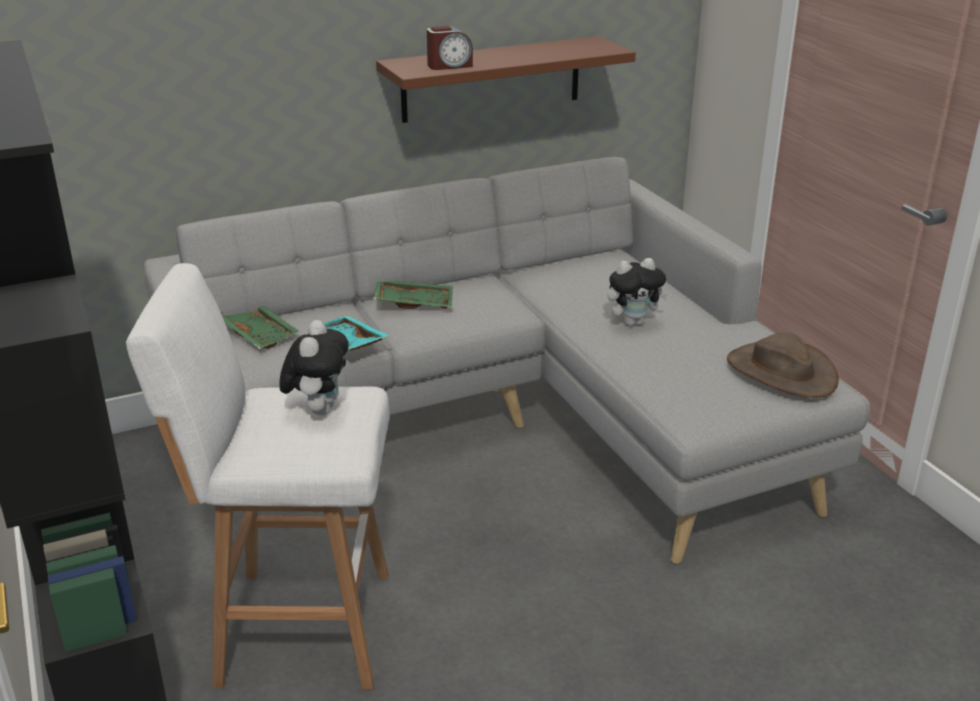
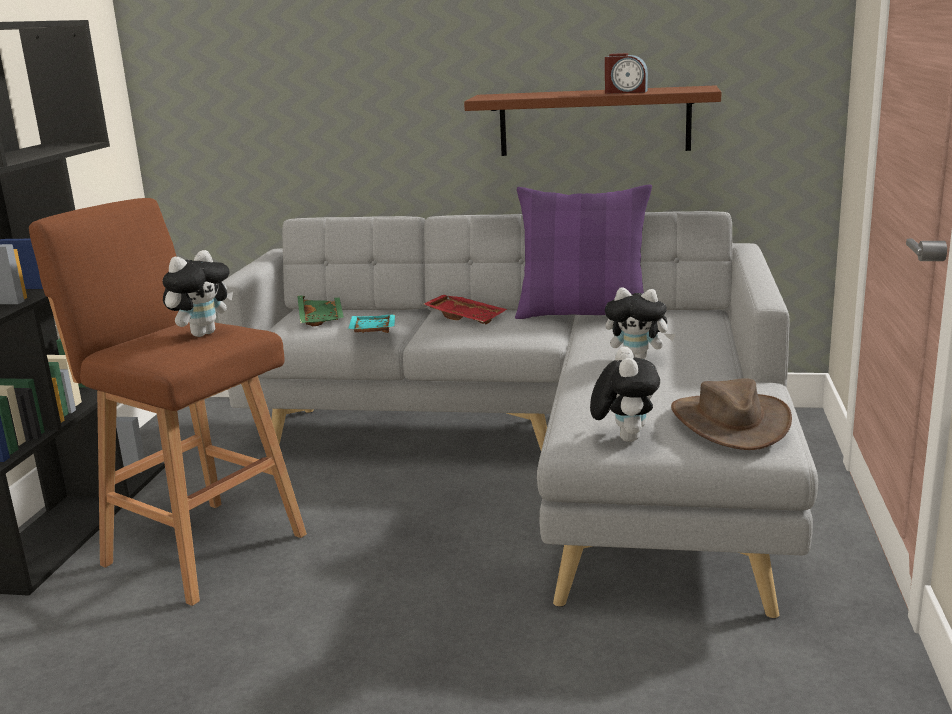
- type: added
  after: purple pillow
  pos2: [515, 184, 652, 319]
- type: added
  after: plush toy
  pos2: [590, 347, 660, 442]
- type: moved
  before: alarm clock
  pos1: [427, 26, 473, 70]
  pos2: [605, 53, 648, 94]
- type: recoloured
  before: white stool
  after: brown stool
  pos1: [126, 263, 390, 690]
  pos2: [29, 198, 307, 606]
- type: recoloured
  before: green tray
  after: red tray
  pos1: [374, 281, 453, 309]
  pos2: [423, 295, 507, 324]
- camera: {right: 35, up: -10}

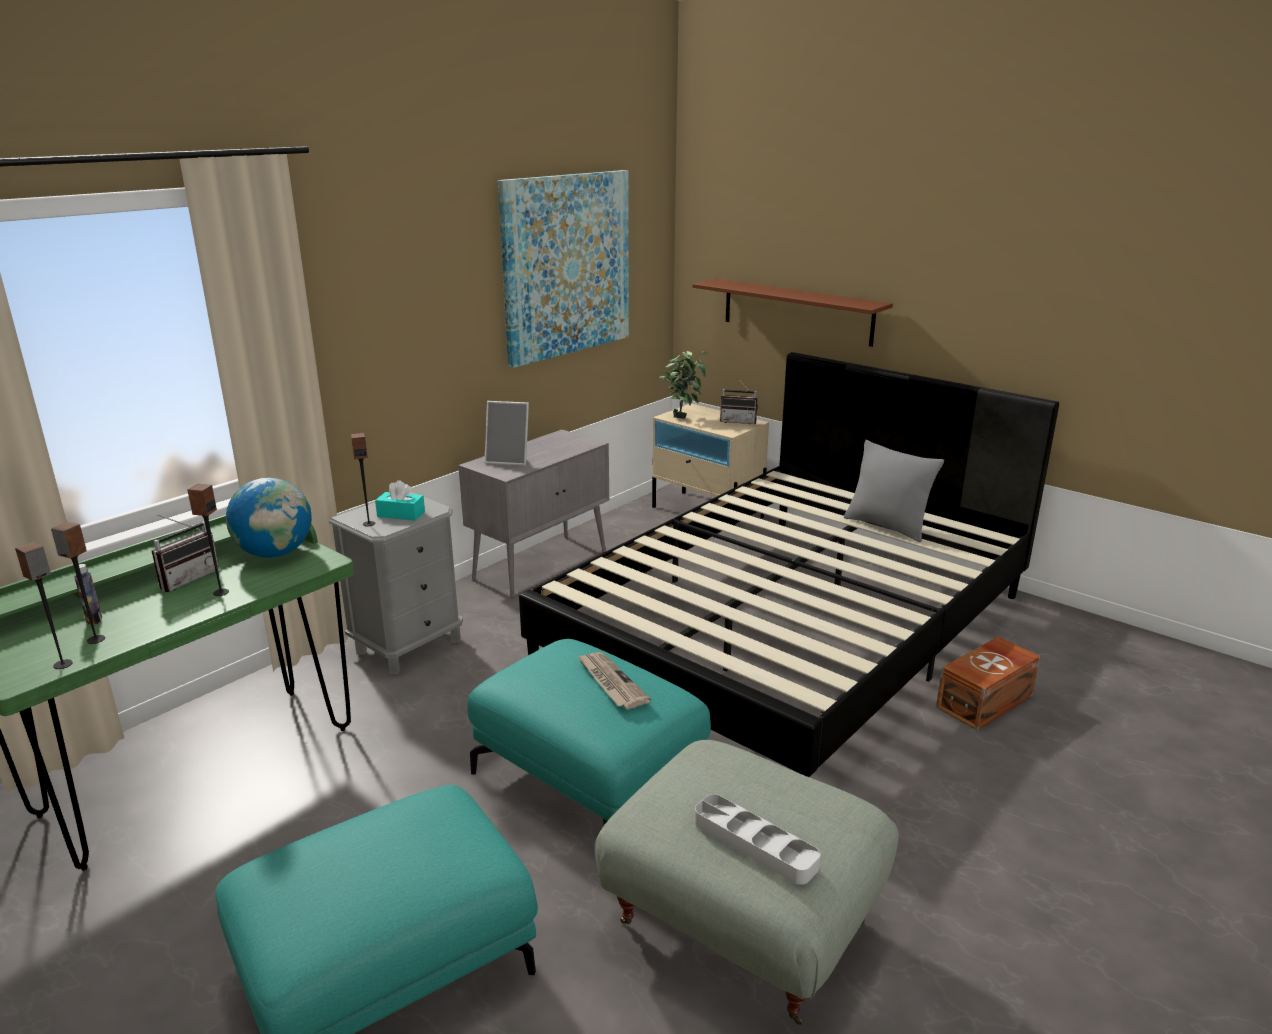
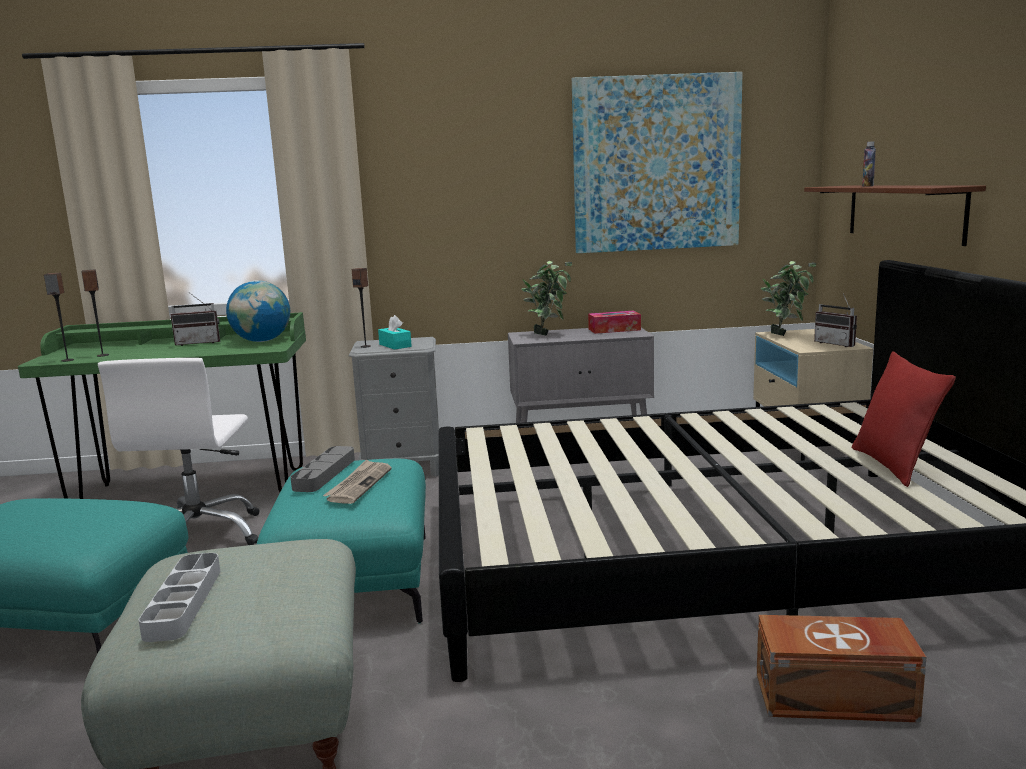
- type: removed
  before: speaker
  pos1: [187, 484, 229, 596]
- type: added
  after: white office chair
  pos2: [98, 358, 259, 545]
- type: added
  after: grey tray
  pos2: [290, 446, 355, 492]
- type: added
  after: tissue box
  pos2: [588, 311, 641, 334]
- type: moved
  before: bottle
  pos1: [74, 564, 102, 625]
  pos2: [862, 141, 876, 187]
- type: replaced
  before: picture frame
  after: potted plant
  pos1: [484, 401, 529, 466]
  pos2: [522, 261, 572, 336]
- type: recoloured
  before: grey pillow
  after: red pillow
  pos1: [844, 440, 944, 542]
  pos2: [852, 351, 956, 487]
- camera: {right: 45, up: -10}

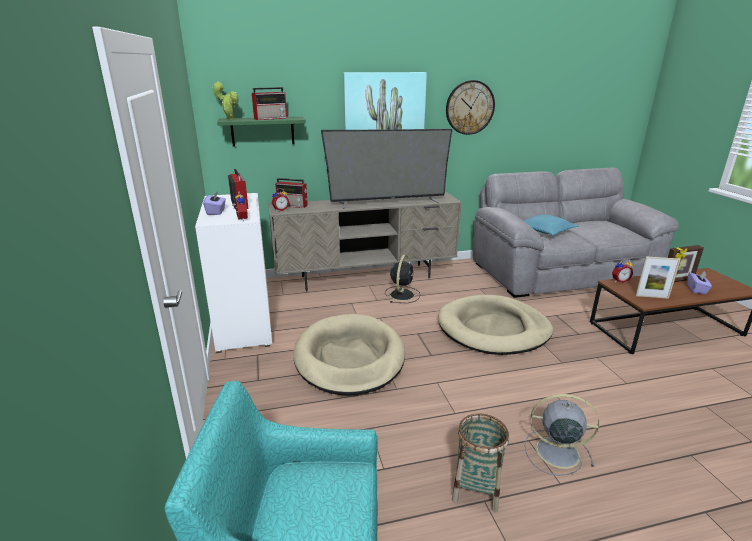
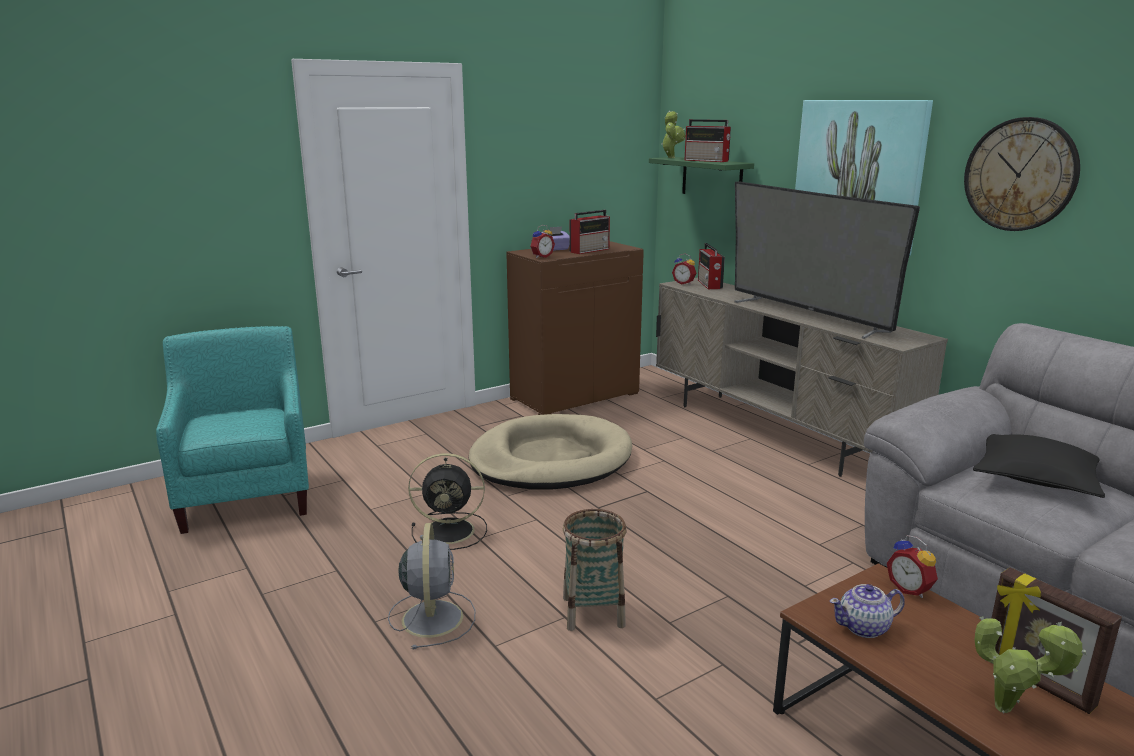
- type: removed
  before: beige dog bed
  pos1: [438, 295, 553, 355]
- type: moved
  before: black fan
  pos1: [385, 255, 420, 303]
  pos2: [408, 453, 487, 550]
- type: moved
  before: basket
  pos1: [452, 413, 509, 512]
  pos2: [563, 509, 626, 631]
- type: replaced
  before: picture frame
  after: teapot
  pos1: [636, 256, 680, 299]
  pos2: [830, 584, 905, 638]
- type: replaced
  before: purple tissue box
  after: potted plant
  pos1: [687, 272, 712, 294]
  pos2: [975, 616, 1087, 713]
- type: recoloured
  before: white cabinet
  after: brown cabinet
  pos1: [195, 193, 272, 353]
  pos2: [506, 241, 644, 415]
- type: recoloured
  before: turquoise pillow
  after: black pillow
  pos1: [524, 215, 579, 236]
  pos2: [973, 434, 1105, 498]
- camera: {right: 70, up: -5}

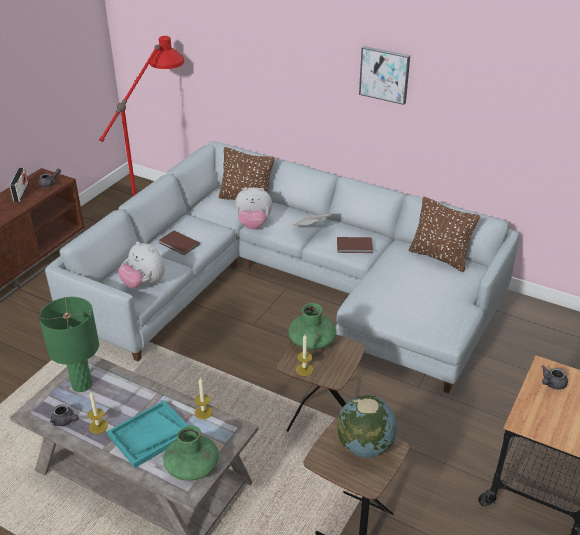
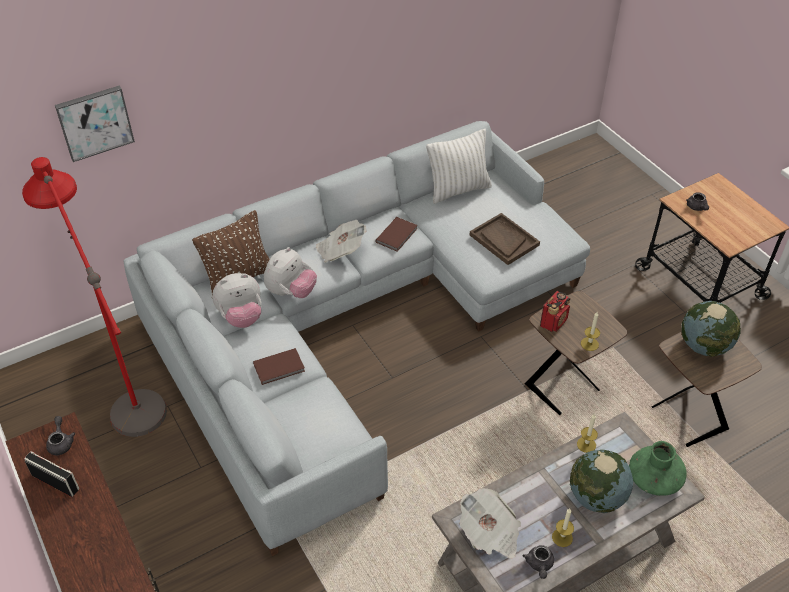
- type: added
  after: brown tray
  pos2: [470, 213, 540, 265]
- type: moved
  before: plush toy
  pos1: [118, 242, 165, 289]
  pos2: [212, 273, 261, 328]
- type: moved
  before: picture
  pos1: [359, 46, 410, 105]
  pos2: [55, 86, 135, 162]
- type: replaced
  before: green table lamp
  after: newspaper
  pos1: [39, 297, 99, 392]
  pos2: [459, 488, 521, 558]
- type: replaced
  before: turquoise tray
  after: globe
  pos1: [107, 400, 188, 468]
  pos2: [570, 450, 633, 513]
- type: replaced
  before: green vase
  after: radio
  pos1: [288, 303, 337, 350]
  pos2: [540, 291, 570, 332]
- type: recoloured
  before: brown pillow
  after: white pillow
  pos1: [409, 197, 480, 272]
  pos2: [426, 129, 492, 204]
- type: turned
  before: grey teapot
  pos1: [50, 404, 79, 426]
  pos2: [523, 545, 554, 579]
  turn: 120
- camera: {right: -60, up: 10}

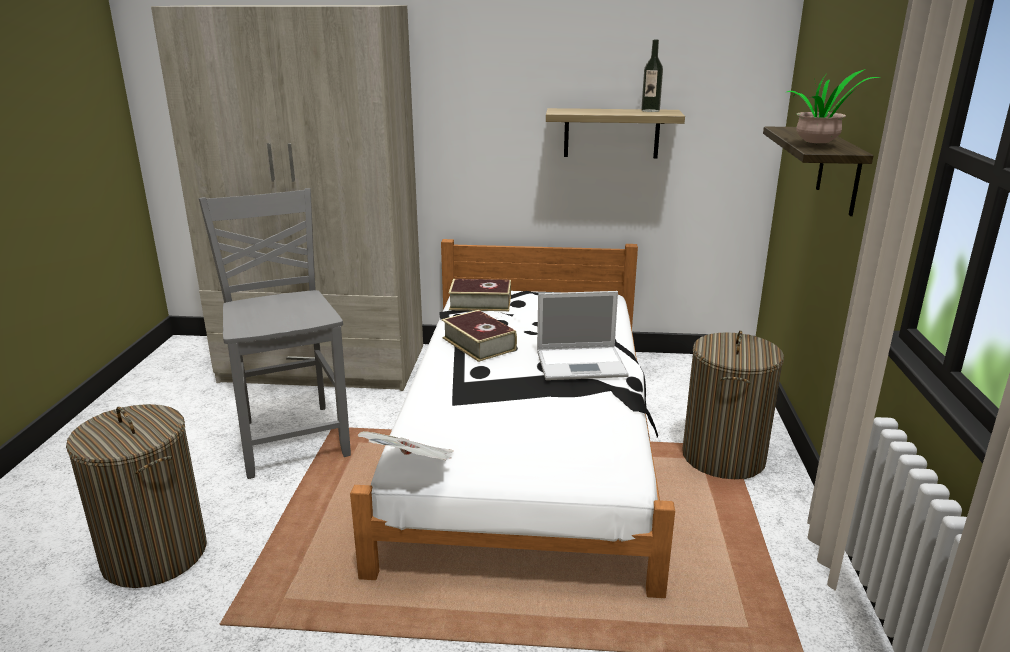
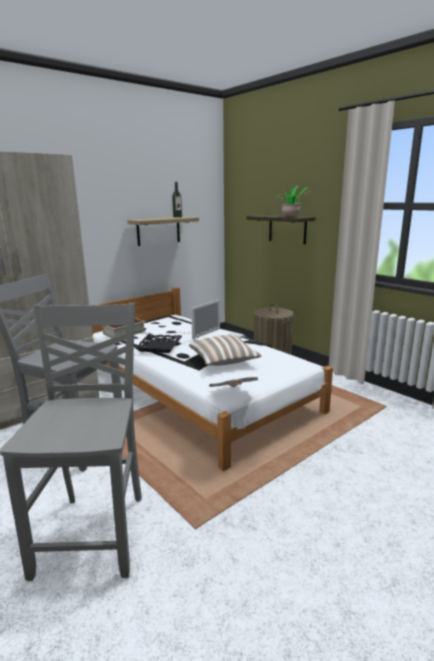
- type: added
  after: pillow
  pos2: [189, 335, 261, 366]
- type: replaced
  before: laundry basket
  after: grey chair
  pos1: [66, 404, 207, 588]
  pos2: [0, 303, 142, 581]
- type: replaced
  before: book
  after: black tray
  pos1: [442, 310, 517, 362]
  pos2: [135, 334, 182, 353]
- camera: {right: -45, up: -5}

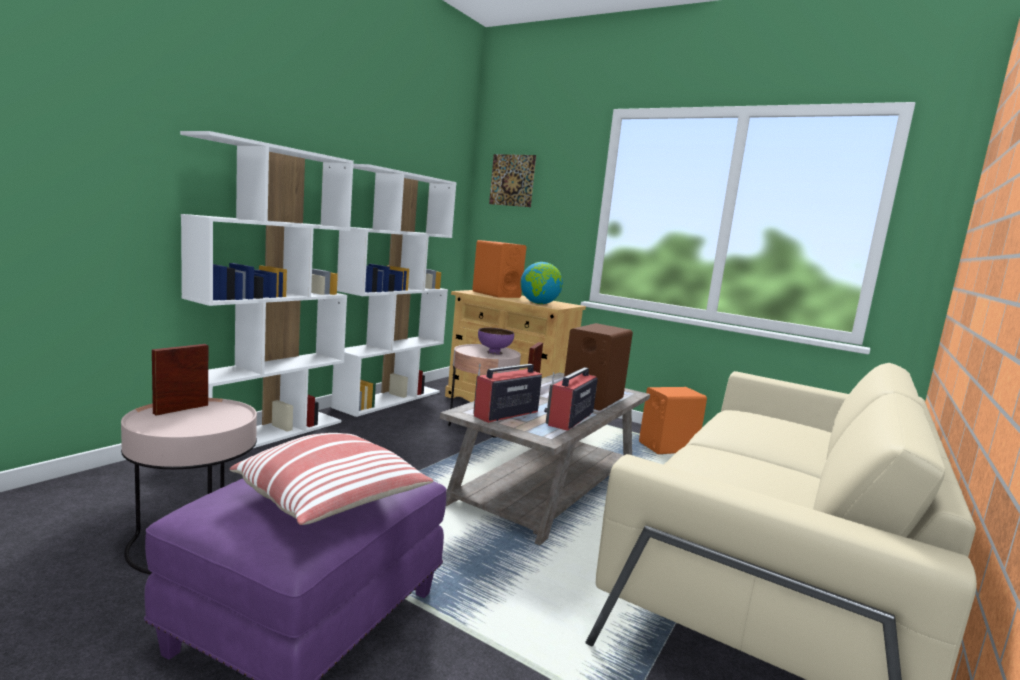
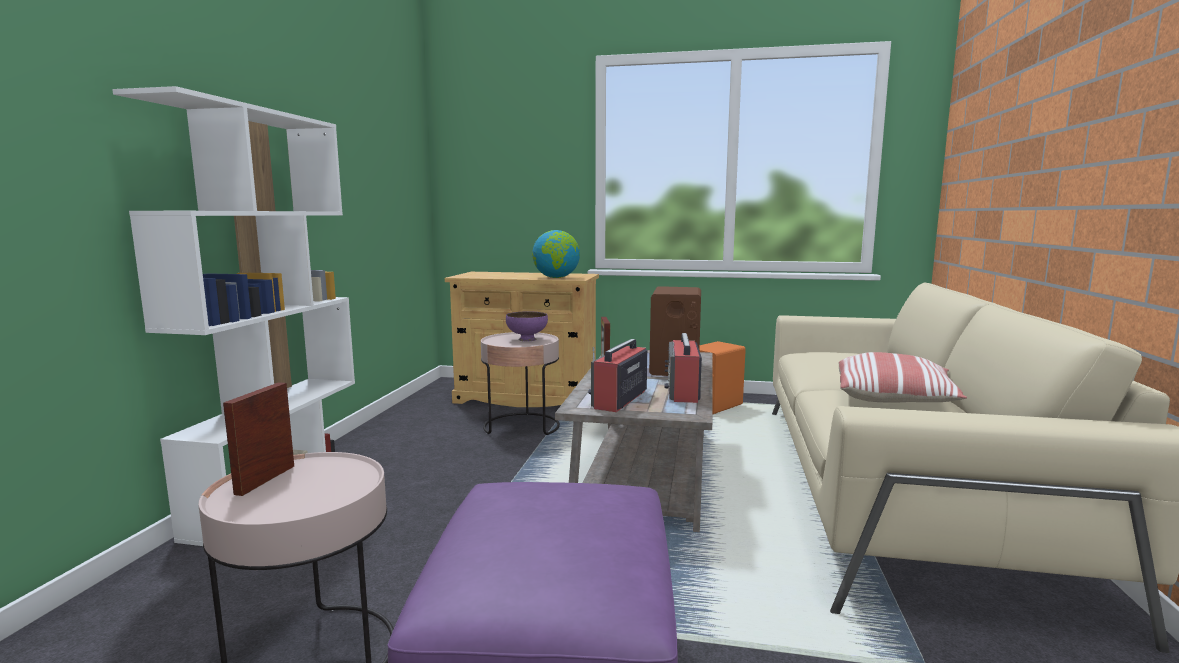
- type: removed
  before: white bookcase
  pos1: [331, 164, 457, 417]
- type: removed
  before: orange speaker
  pos1: [472, 240, 526, 298]
- type: removed
  before: picture
  pos1: [489, 154, 536, 207]
- type: moved
  before: pillow
  pos1: [230, 433, 433, 525]
  pos2: [838, 352, 967, 403]
- camera: {right: -20, up: 0}

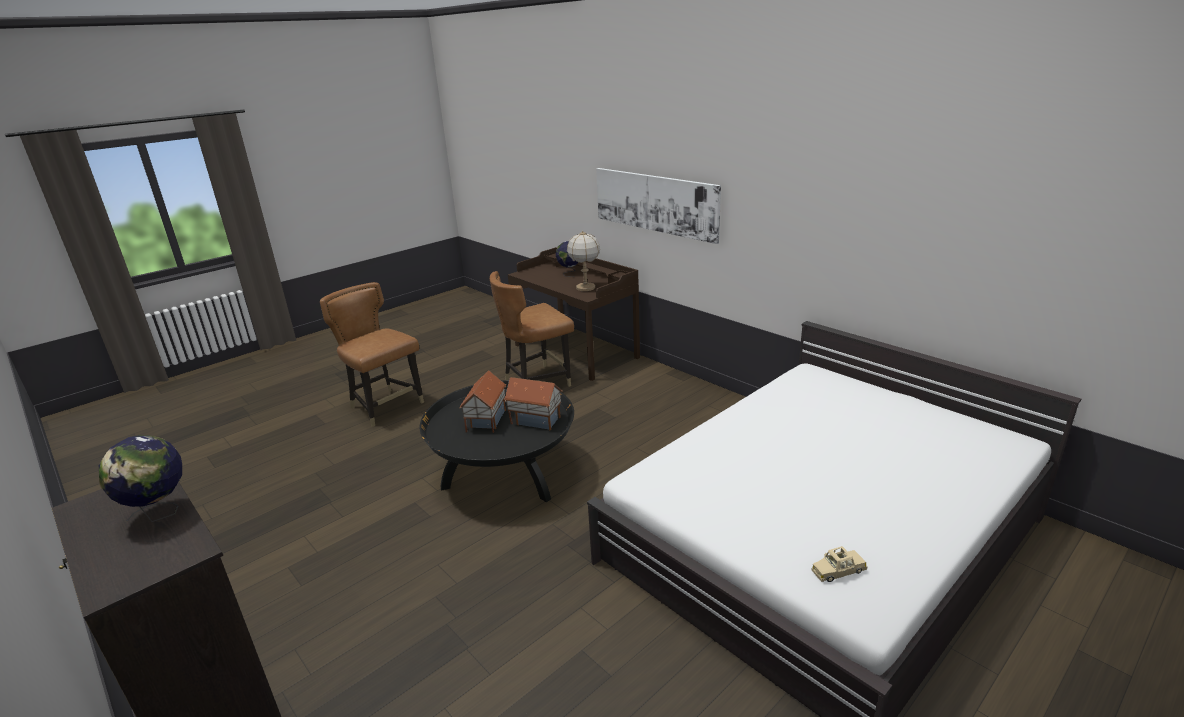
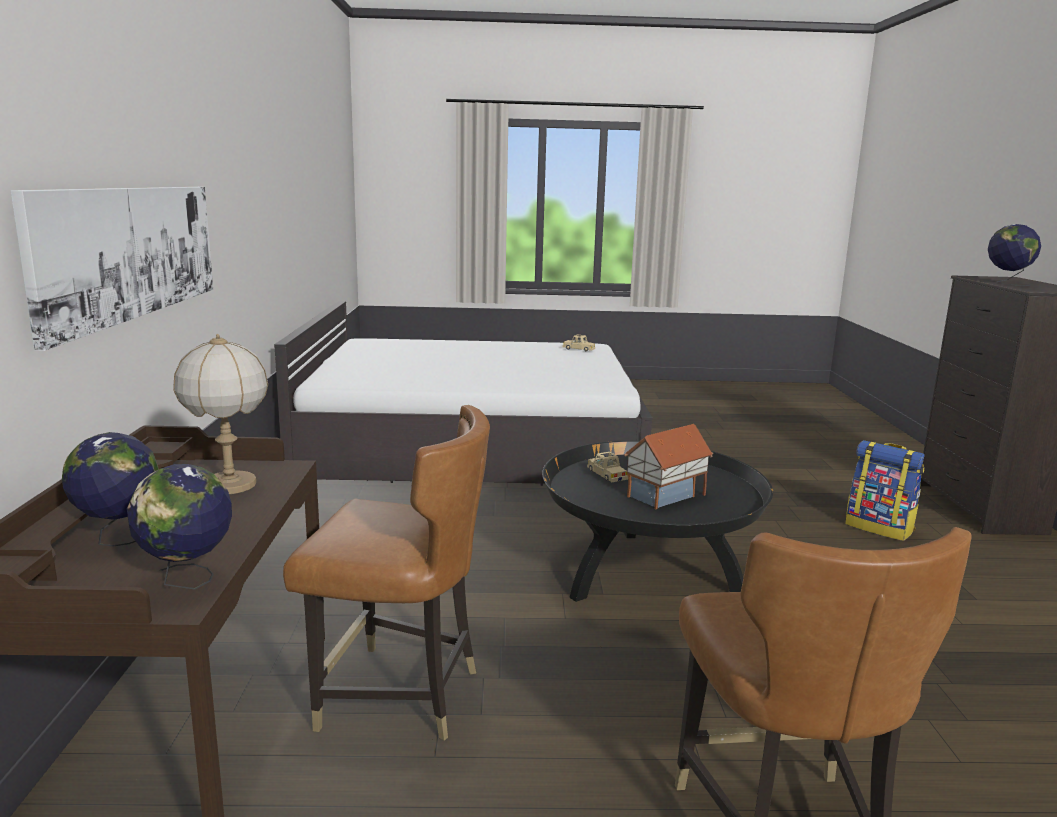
- type: added
  after: globe
  pos2: [127, 464, 232, 590]
- type: added
  after: backpack
  pos2: [845, 440, 924, 541]
- type: replaced
  before: toy house
  after: beige toy car
  pos1: [503, 377, 563, 431]
  pos2: [587, 452, 628, 482]
- camera: {right: -140, up: -10}

